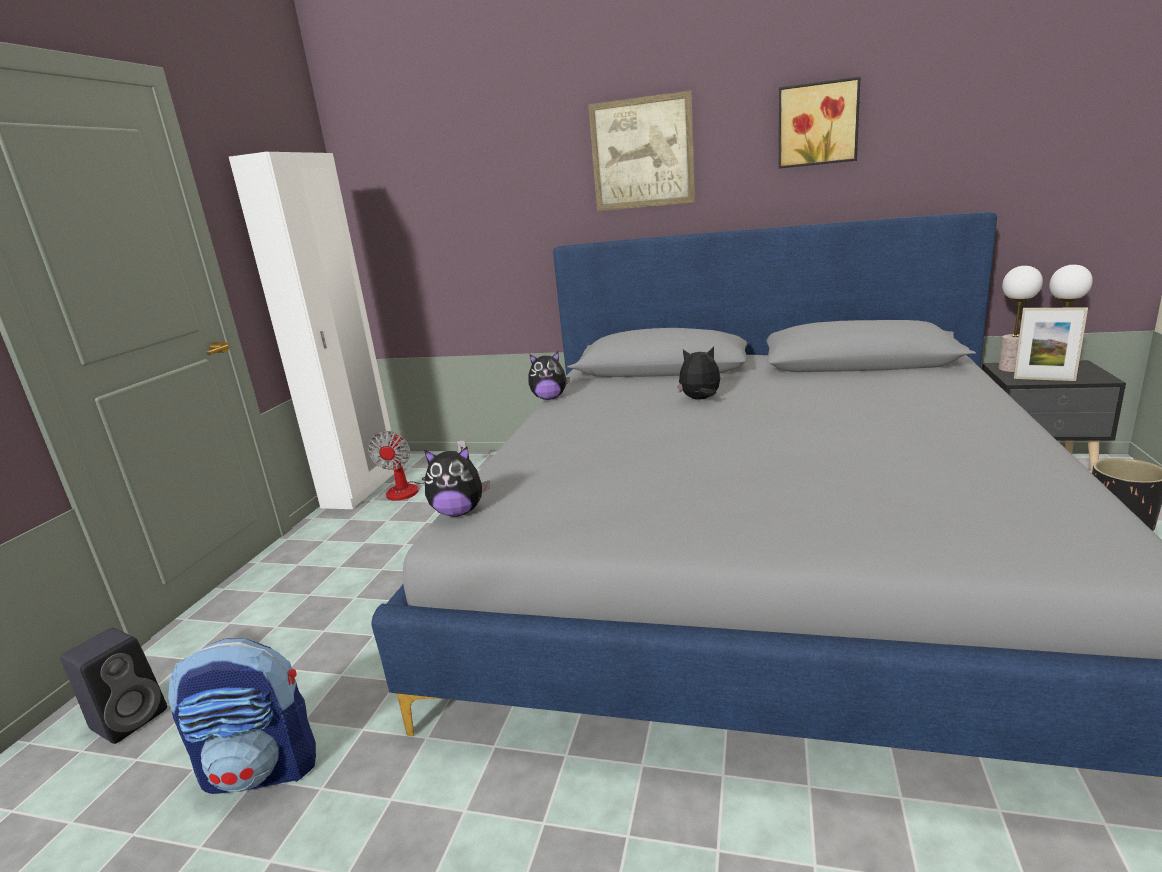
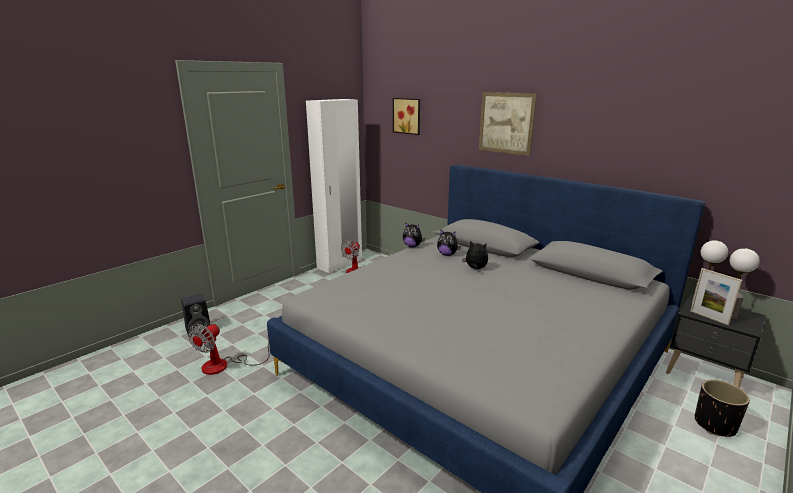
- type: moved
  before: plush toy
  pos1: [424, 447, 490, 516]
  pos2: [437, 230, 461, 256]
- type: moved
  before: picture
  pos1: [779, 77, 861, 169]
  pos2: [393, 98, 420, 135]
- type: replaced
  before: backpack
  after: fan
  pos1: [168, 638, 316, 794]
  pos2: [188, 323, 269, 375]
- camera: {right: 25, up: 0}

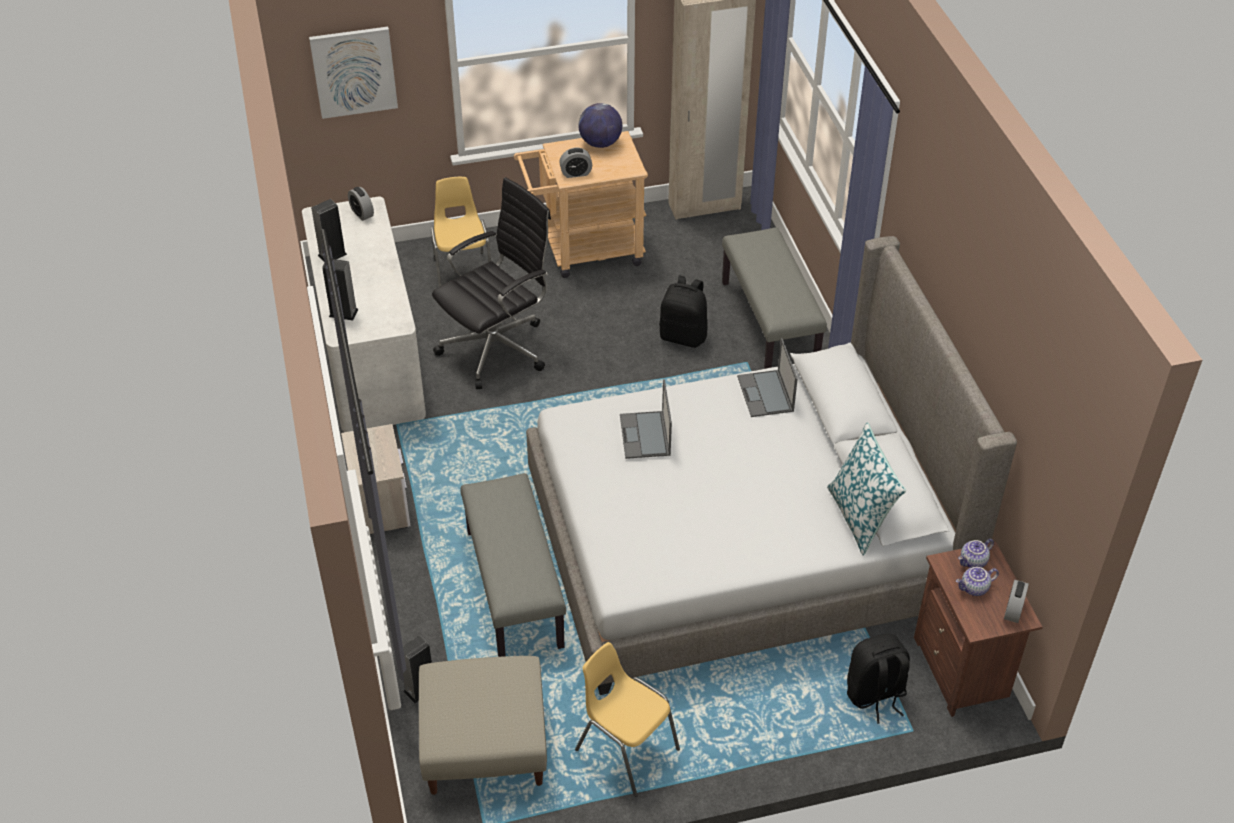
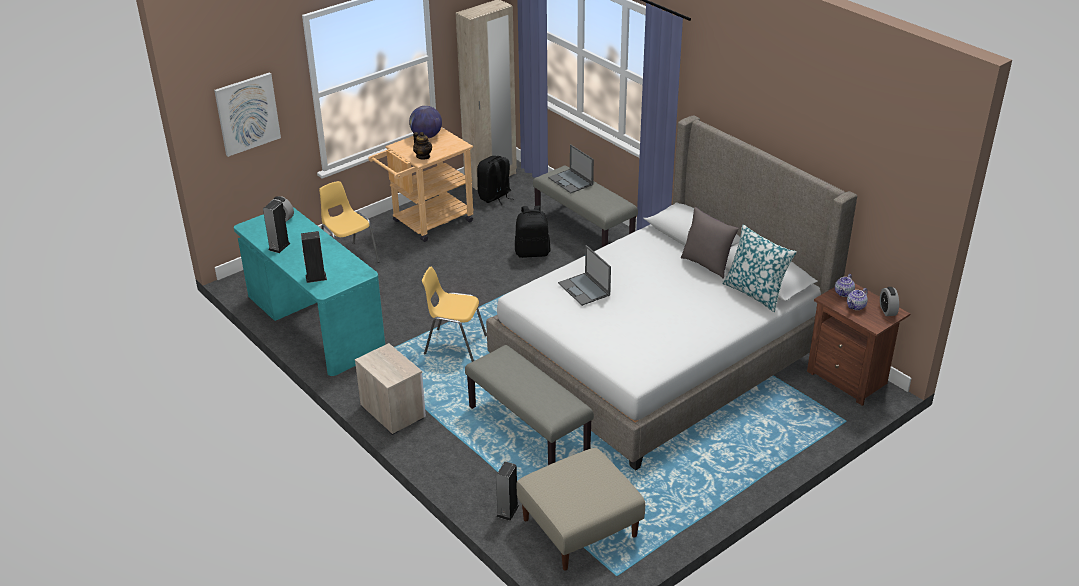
- type: removed
  before: black office chair
  pos1: [432, 177, 551, 389]
- type: added
  after: grey pillow
  pos2: [681, 207, 739, 279]
- type: moved
  before: yellow chair
  pos1: [575, 642, 680, 797]
  pos2: [422, 267, 487, 362]
- type: moved
  before: laptop
  pos1: [737, 338, 798, 417]
  pos2: [548, 144, 594, 193]
- type: moved
  before: black backpack
  pos1: [847, 633, 910, 723]
  pos2: [477, 156, 514, 205]
- type: replaced
  before: alarm clock
  after: teapot
  pos1: [559, 148, 592, 178]
  pos2: [413, 132, 432, 159]
- type: recoloured
  before: white desk
  after: turquoise desk
  pos1: [302, 197, 426, 432]
  pos2: [234, 207, 385, 376]
- camera: {right: -25, up: -10}

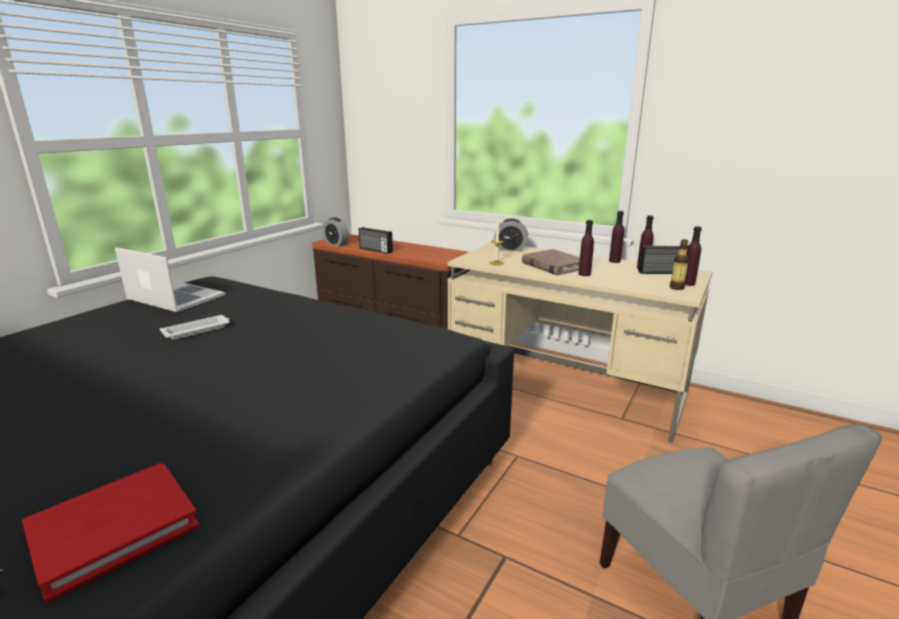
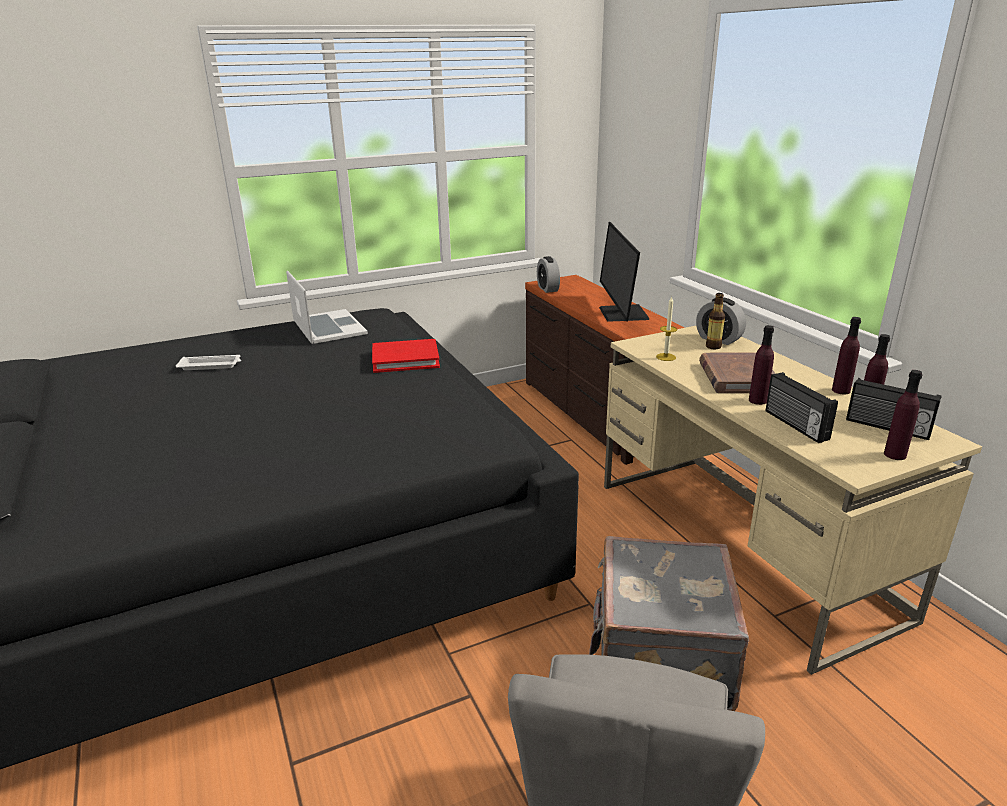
- type: added
  after: grey suitcase
  pos2: [589, 536, 749, 711]
- type: added
  after: monitor
  pos2: [599, 222, 649, 322]
- type: moved
  before: red book
  pos1: [22, 464, 199, 603]
  pos2: [372, 339, 440, 373]
- type: moved
  before: white tray
  pos1: [160, 315, 230, 340]
  pos2: [176, 355, 241, 370]
- type: moved
  before: radio
  pos1: [359, 227, 393, 254]
  pos2: [766, 372, 838, 443]
- type: moved
  before: bottle
  pos1: [670, 239, 689, 290]
  pos2: [706, 293, 725, 349]
- camera: {right: 35, up: 5}

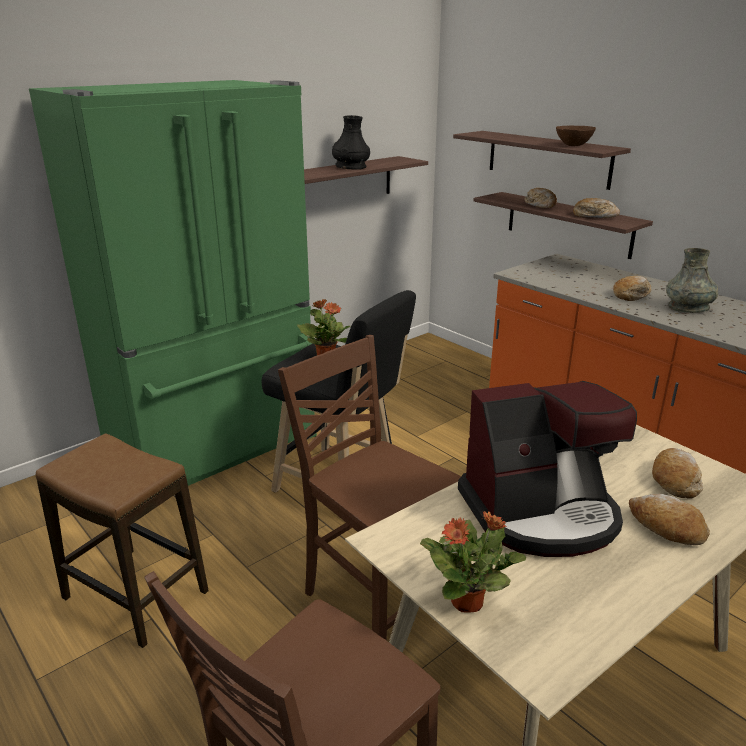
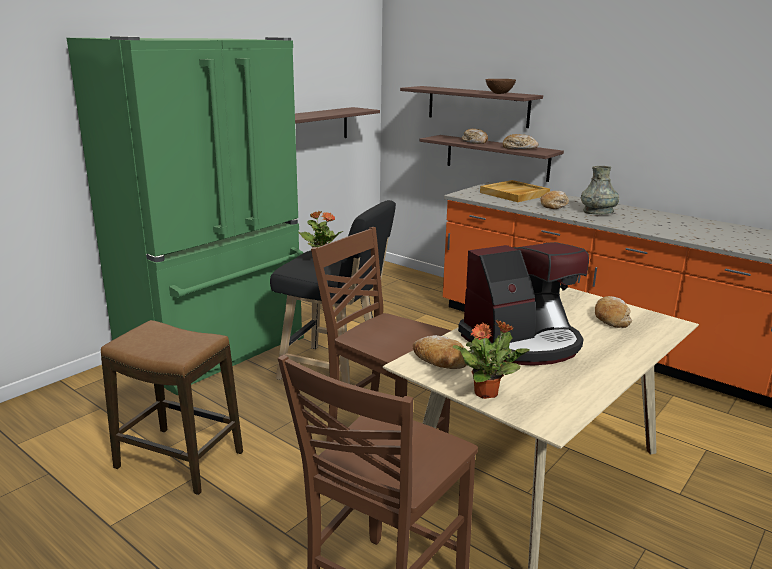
- type: removed
  before: black vase
  pos1: [332, 115, 370, 170]
- type: added
  after: beige tray
  pos2: [480, 180, 550, 202]
- type: moved
  before: bread
  pos1: [629, 494, 710, 545]
  pos2: [413, 335, 466, 369]
- camera: {right: -10, up: -5}

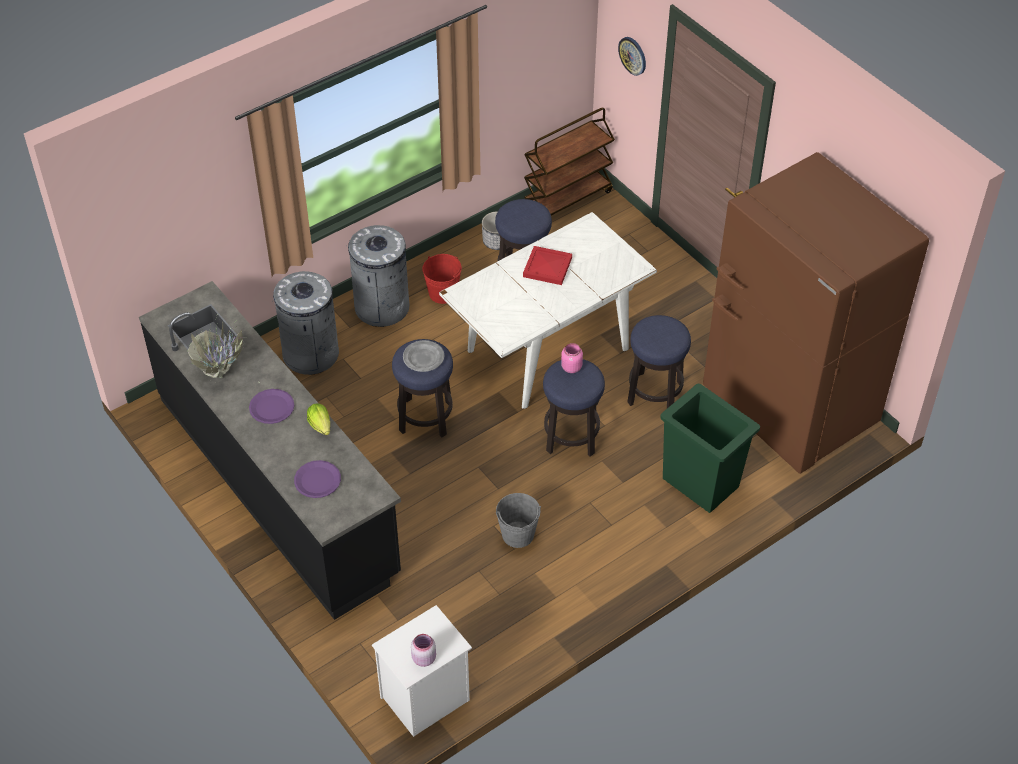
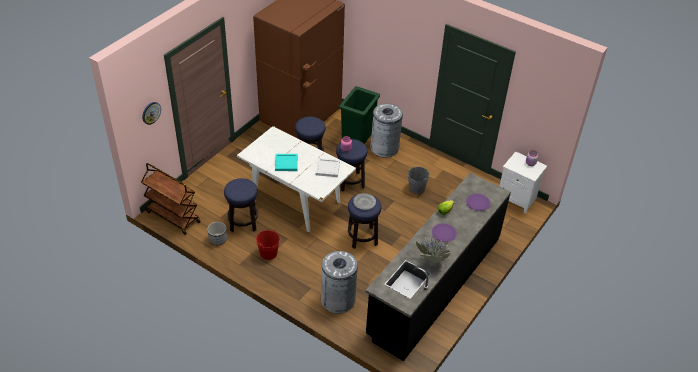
- type: added
  after: white tray
  pos2: [315, 158, 340, 177]
- type: moved
  before: grey trash can
  pos1: [348, 225, 410, 327]
  pos2: [370, 103, 403, 158]
- type: recoloured
  before: red tray
  after: turquoise tray
  pos1: [523, 246, 572, 285]
  pos2: [275, 154, 298, 171]
- camera: {right: -110, up: -5}

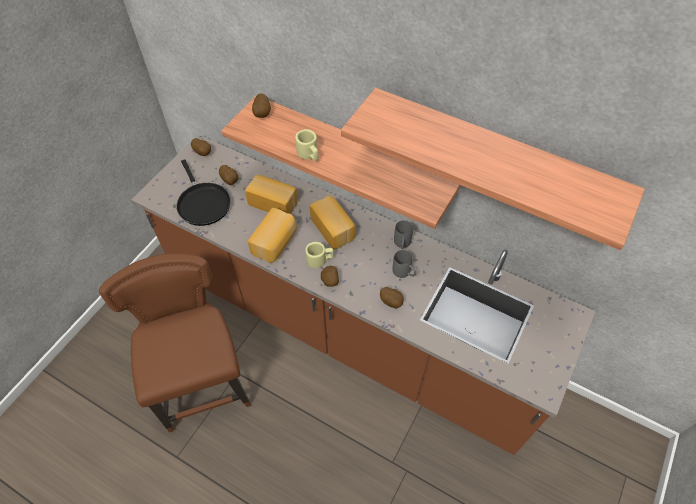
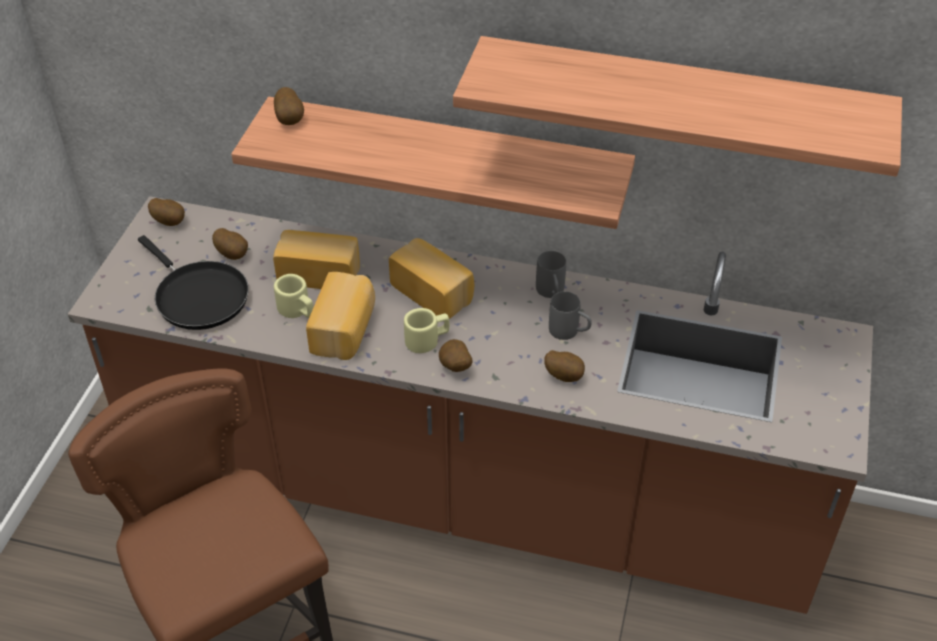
- type: moved
  before: beige mug
  pos1: [295, 129, 319, 161]
  pos2: [274, 274, 314, 318]
- camera: {right: -15, up: -10}

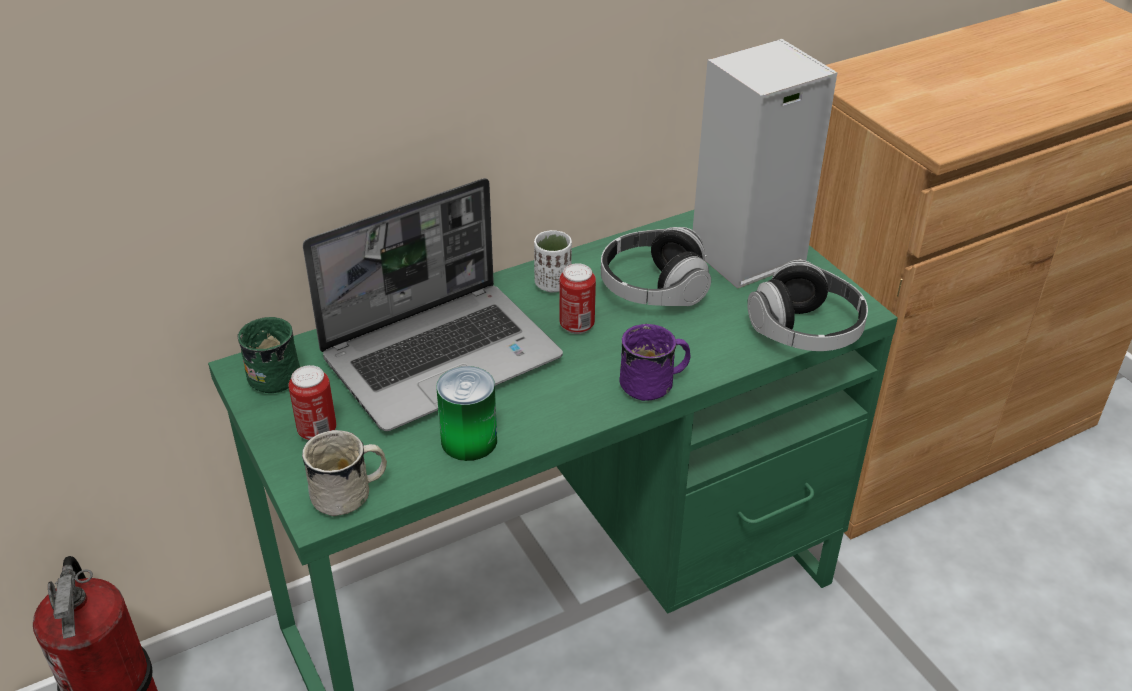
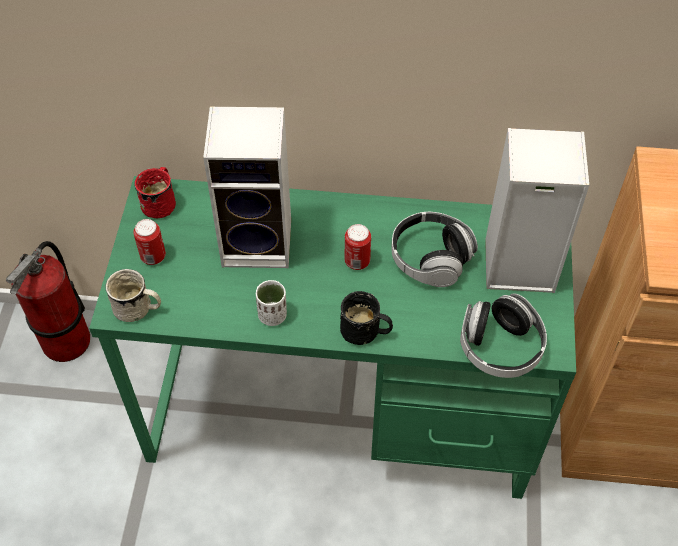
- type: removed
  before: can
  pos1: [436, 366, 497, 461]
- type: moved
  before: white cup
  pos1: [534, 230, 572, 292]
  pos2: [256, 280, 287, 326]
- type: replaced
  before: laptop
  after: speaker
  pos1: [303, 178, 563, 431]
  pos2: [203, 106, 291, 268]
- type: recoloured
  before: green mug
  after: red mug
  pos1: [237, 317, 300, 393]
  pos2: [134, 167, 176, 218]
- type: recoloured
  before: purple mug
  after: black mug
  pos1: [619, 324, 691, 401]
  pos2: [340, 291, 393, 345]
- camera: {right: 35, up: 15}

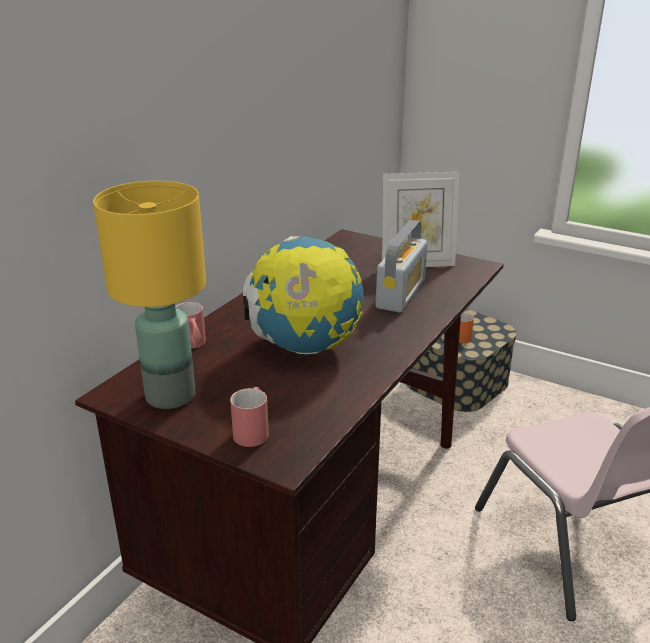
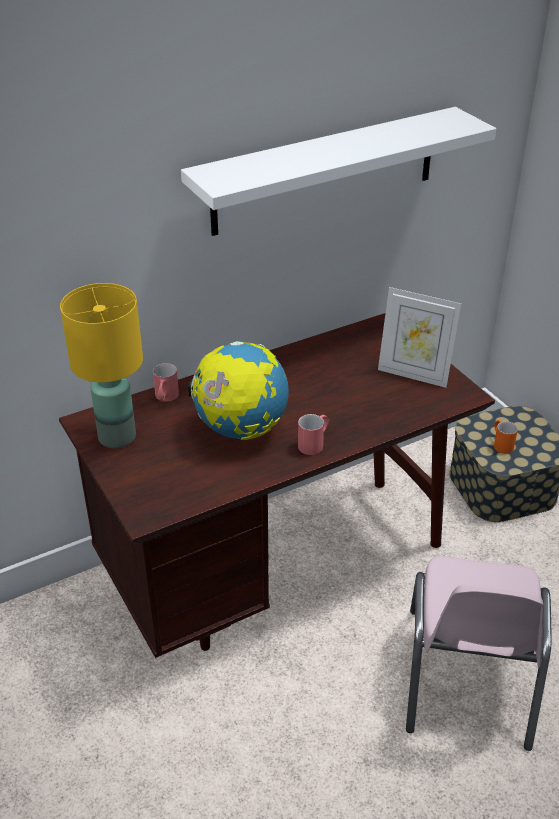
- type: removed
  before: radio
  pos1: [376, 220, 428, 312]
- type: added
  after: white shelf
  pos2: [181, 107, 496, 236]
- type: moved
  before: red mug
  pos1: [230, 387, 269, 447]
  pos2: [298, 414, 329, 455]
- camera: {right: 30, up: 10}

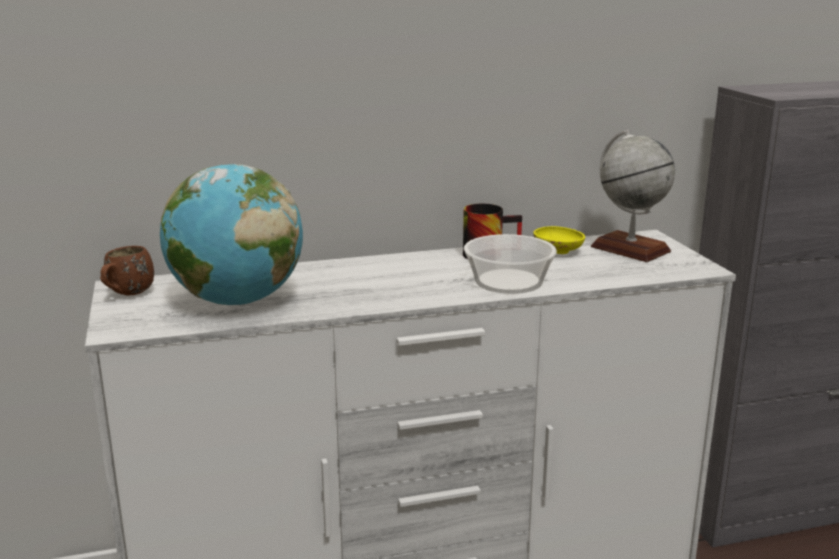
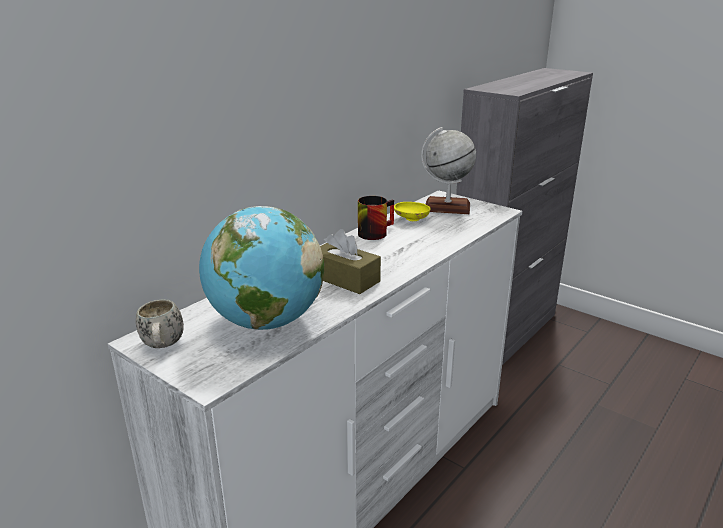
- type: removed
  before: bowl
  pos1: [464, 234, 557, 294]
- type: added
  after: brown tissue box
  pos2: [320, 229, 381, 294]
- type: recoloured
  before: brown mug
  after: white mug
  pos1: [100, 246, 154, 296]
  pos2: [136, 299, 184, 348]
- camera: {right: -35, up: 5}

